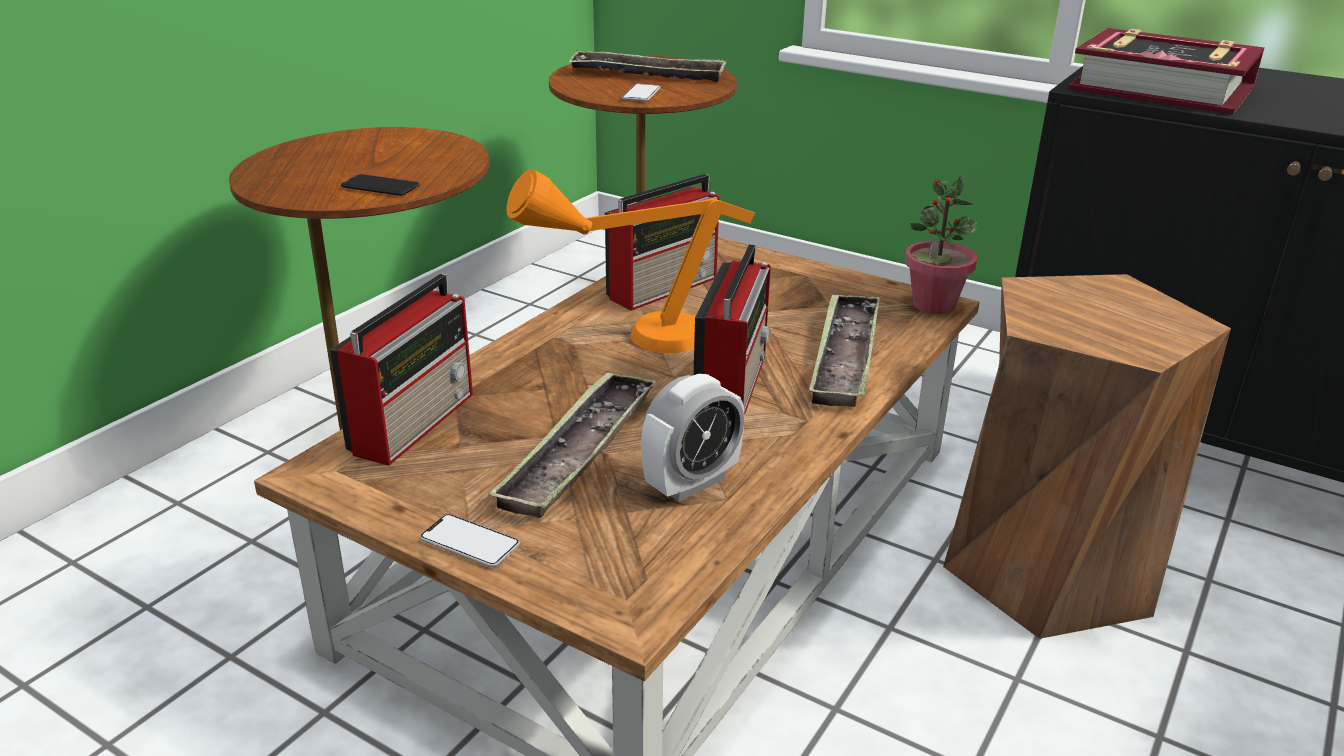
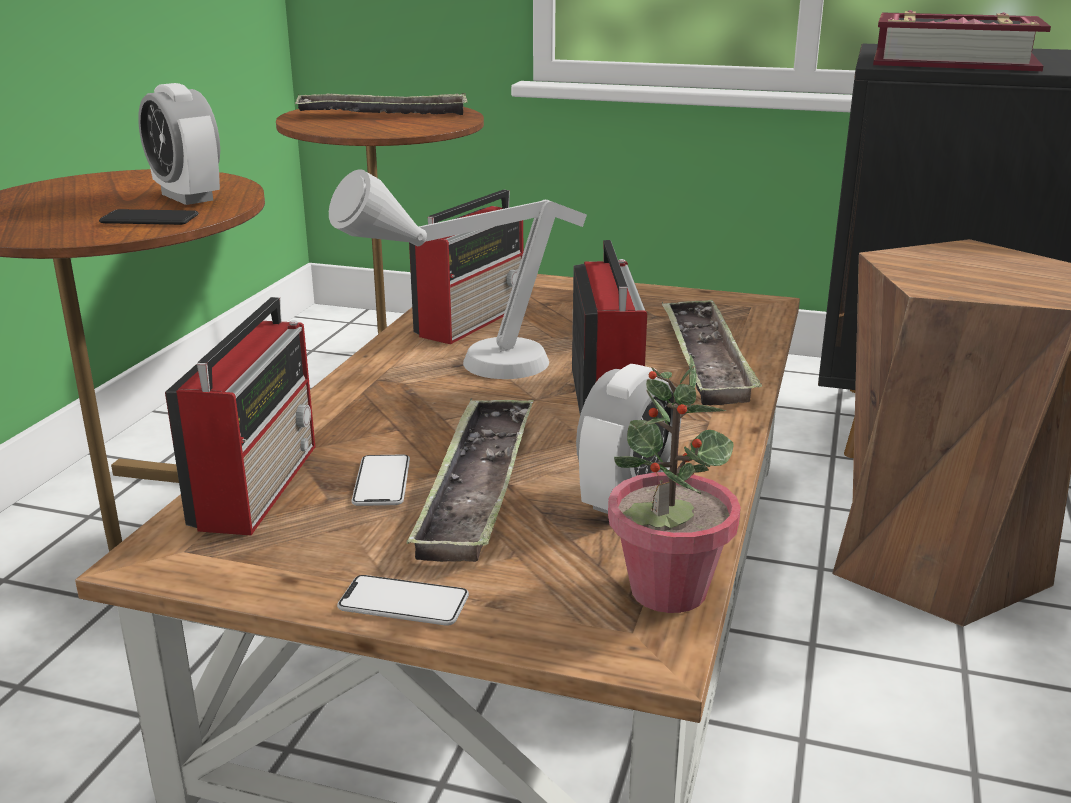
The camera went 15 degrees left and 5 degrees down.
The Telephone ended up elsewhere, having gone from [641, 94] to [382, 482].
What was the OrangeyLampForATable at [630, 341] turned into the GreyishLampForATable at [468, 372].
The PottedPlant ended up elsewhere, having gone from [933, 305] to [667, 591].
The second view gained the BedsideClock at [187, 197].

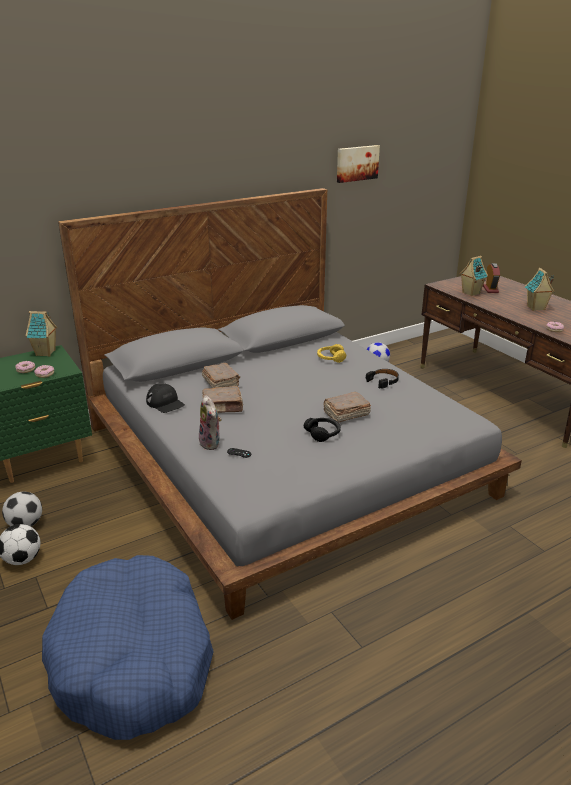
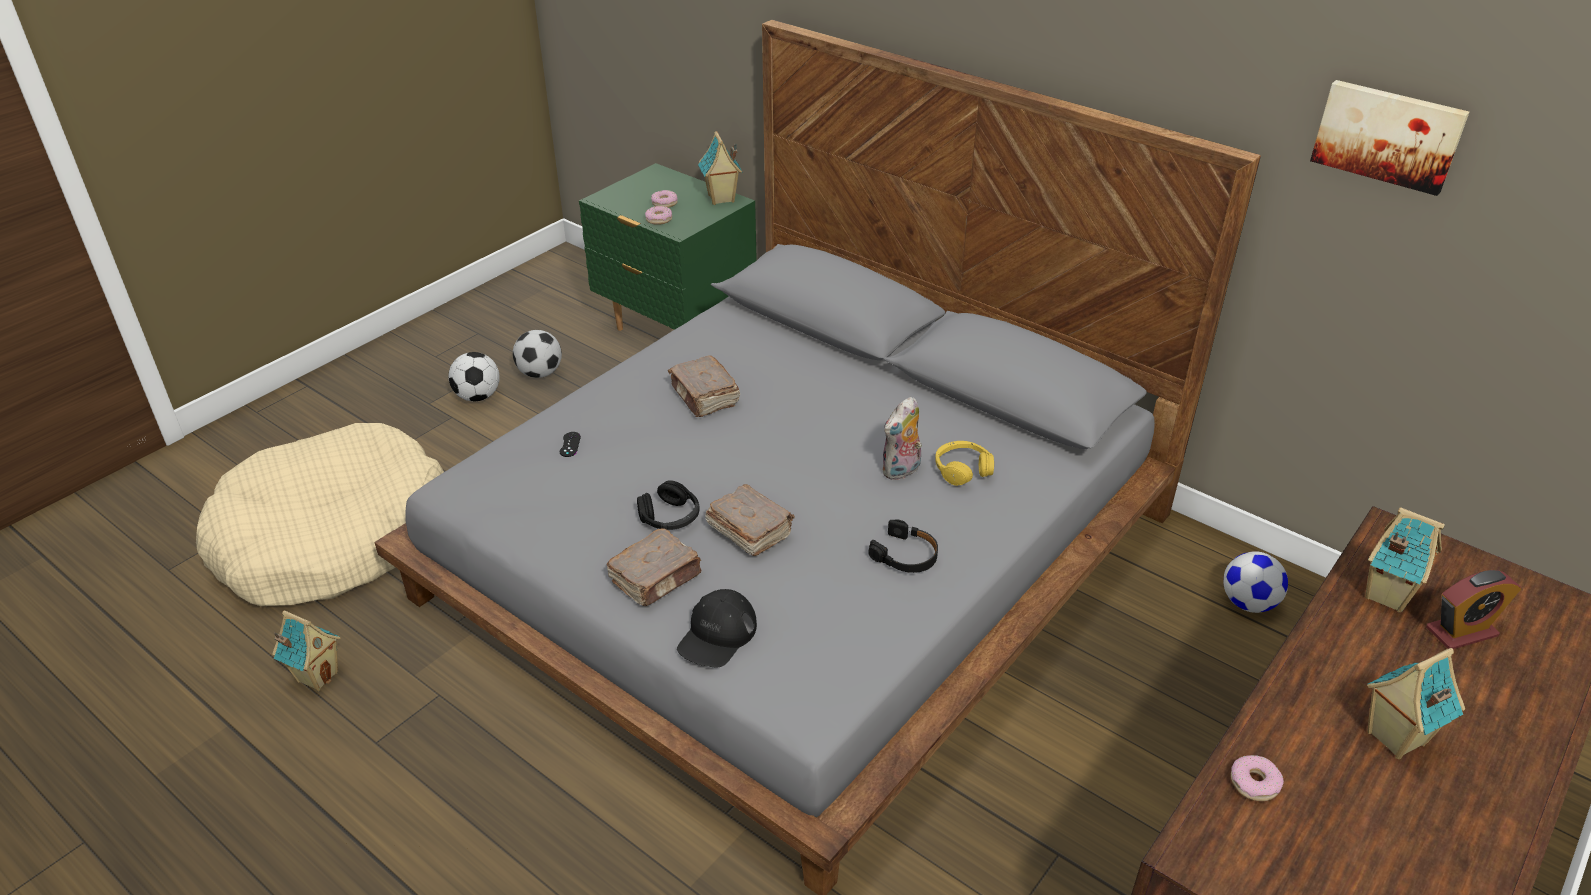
The camera went 70 degrees right and 10 degrees up.
The BrownishBoundBook ended up elsewhere, having gone from [221, 383] to [656, 578].
The BlackColouredPeakedCap ended up elsewhere, having gone from [165, 403] to [717, 635].
The SoftToy ended up elsewhere, having gone from [211, 443] to [901, 471].
What was the BlueColouredPetBed at [133, 659] turned into the SandColouredPetBed at [333, 537].
The second view gained the ModelHouse at [317, 676].

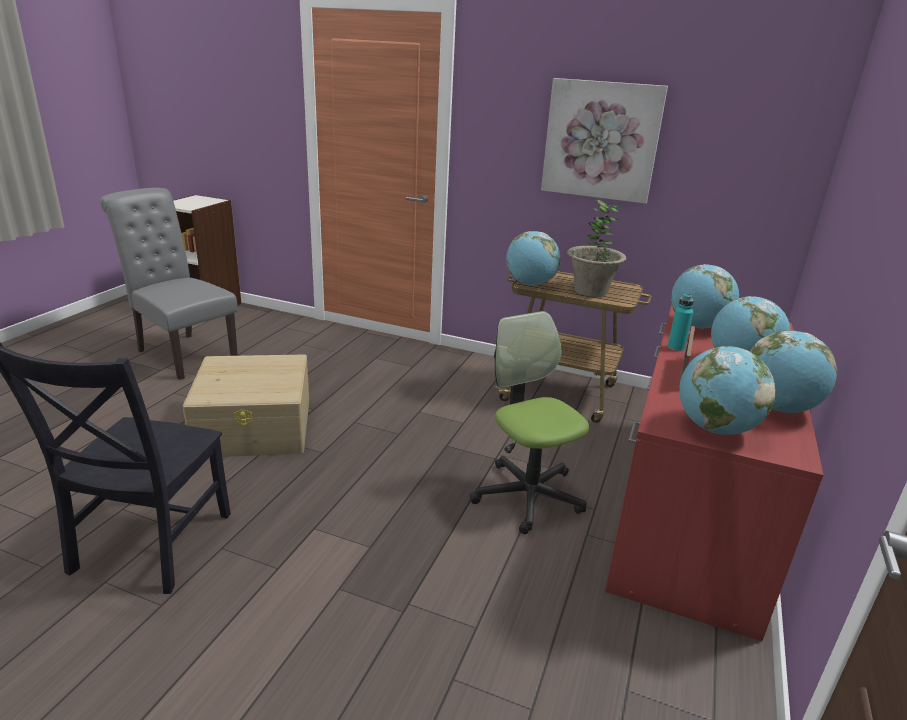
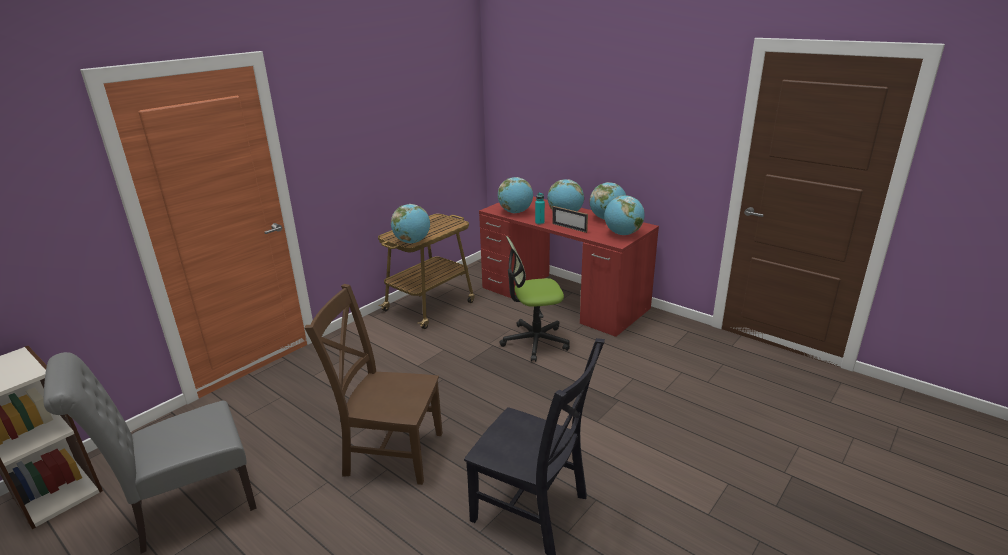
The camera went 70 degrees left and 0 degrees up.
The second view lost the WallArt at [601, 140].
The second view lost the PottedPlant at [590, 291].
Where the SandColouredStorageContainer stood at [255, 426], the BrownishPlainChair came to stand at [390, 452].

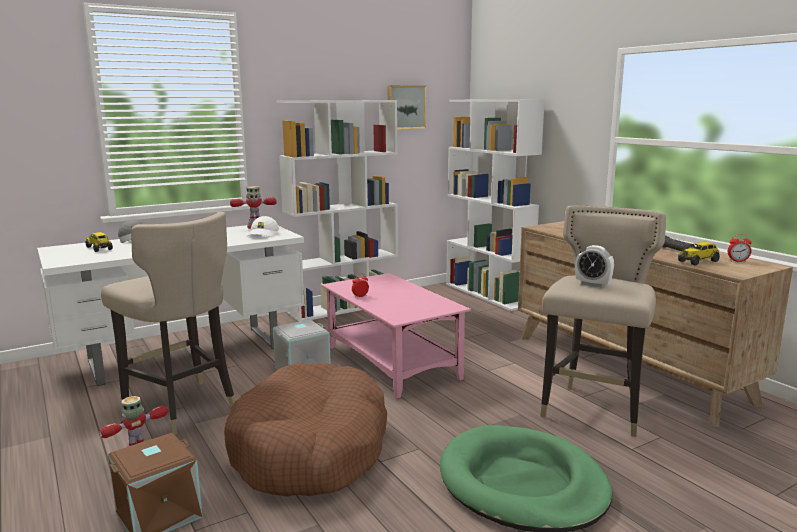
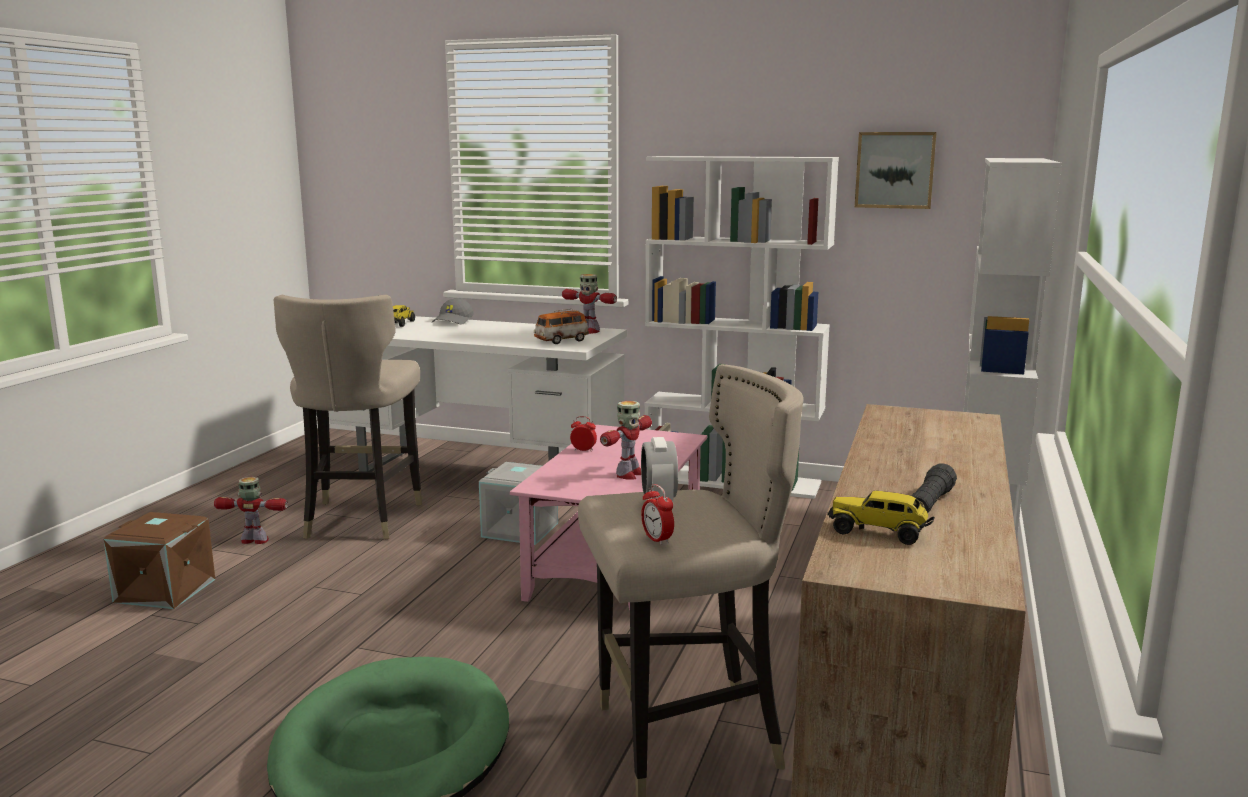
The camera went 50 degrees right and 0 degrees up.
Where the WhitishPeakedCap stood at [263, 234], the ModelCar came to stand at [561, 341].
The BedsideClock ended up elsewhere, having gone from [737, 261] to [657, 540].
The second view lost the BrownishPetBed at [310, 449].
The second view gained the RobotFigure at [629, 474].

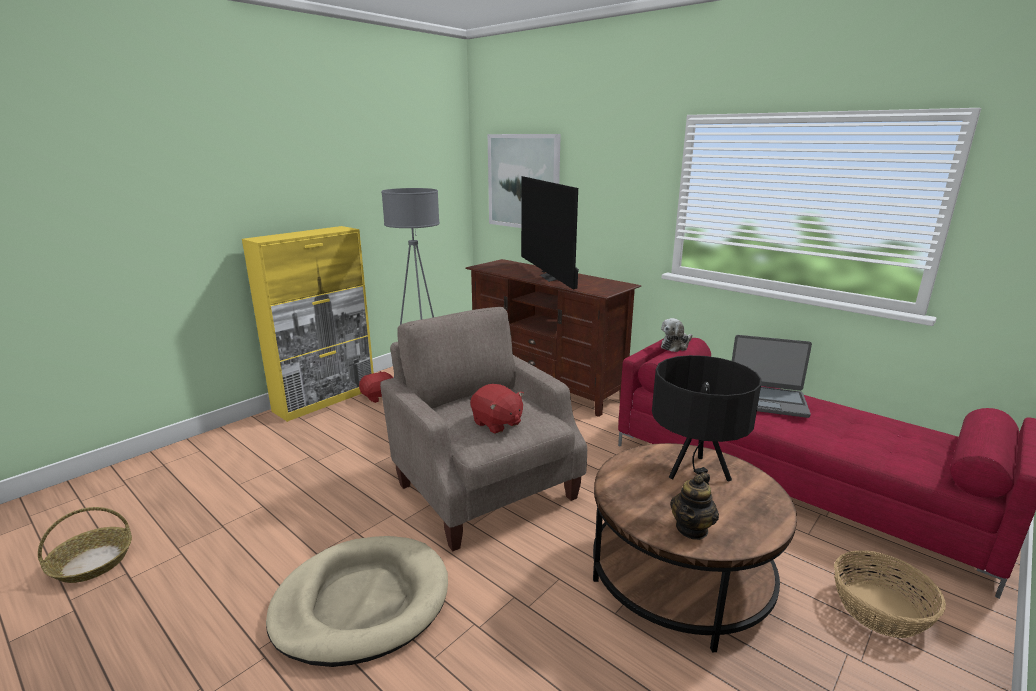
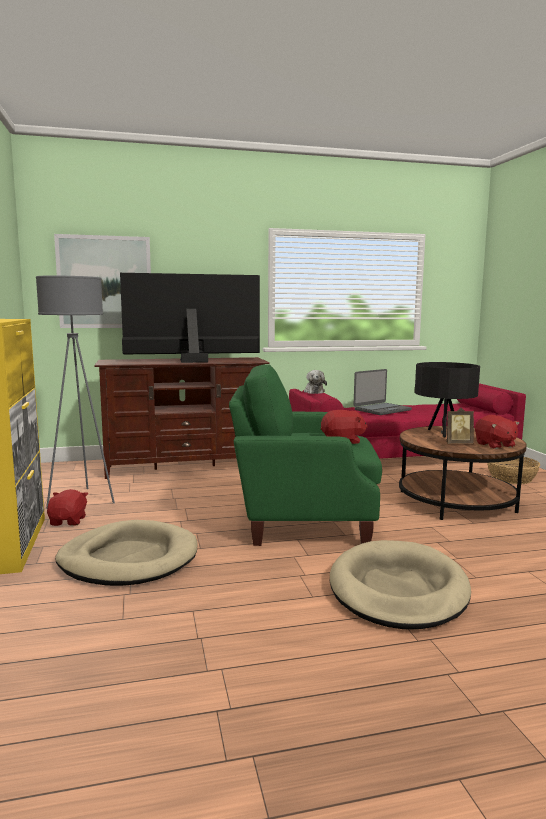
The camera went 55 degrees left and 10 degrees down.
The Tv at [553, 277] ended up facing another way, 150 degrees clockwise from before.
What was the SandColouredLoungeChair at [484, 488] turned into the GreenishLoungeChair at [303, 520].
Where the TeaPot stood at [692, 529], the ReddishSoftToy came to stand at [495, 445].
The second view lost the HouseholdBasket at [93, 562].
The second view gained the PictureFrame at [458, 443].
The second view gained the SandColouredPetBed at [129, 559].

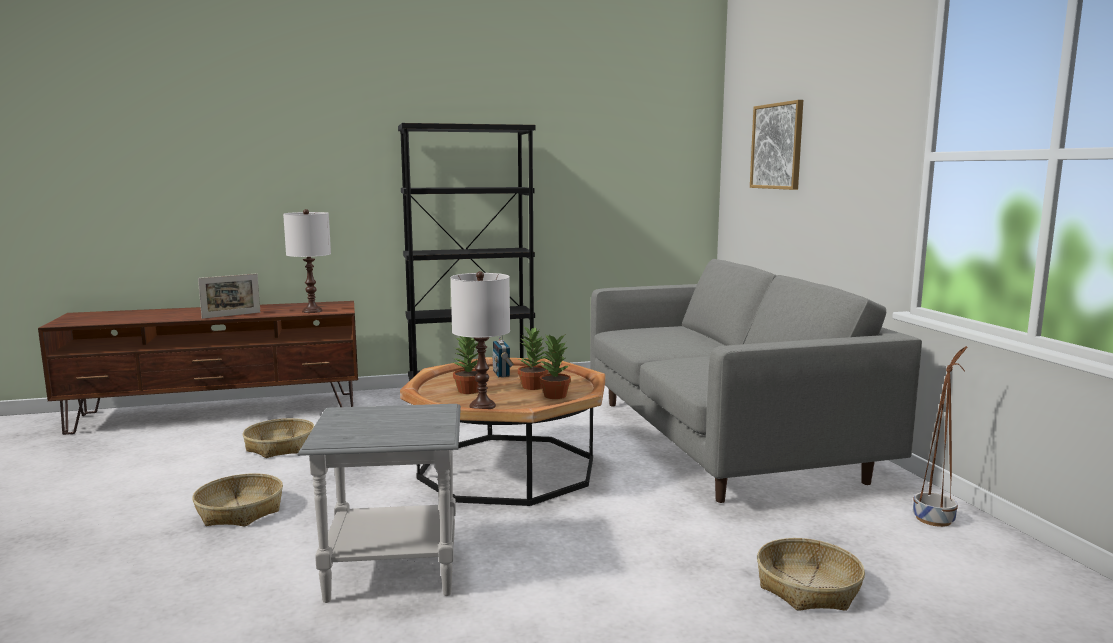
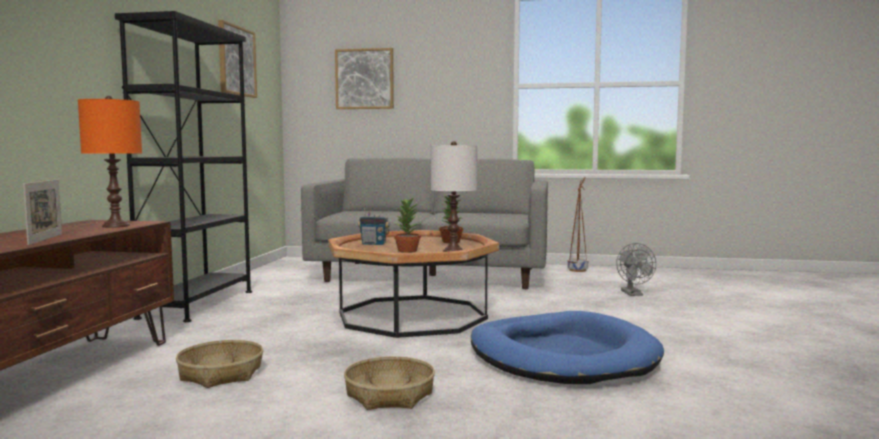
The camera went 65 degrees left and 5 degrees down.
What was the WhitishLampForATable at [312, 311] turned into the OrangeyLampForATable at [115, 226].
The second view lost the PottedPlant at [532, 386].
Where the GreyishAccentTable stood at [394, 571], the BlueColouredPetBed came to stand at [561, 356].
Where the HouseholdBasket stood at [808, 588], the GreyishCoolingFan came to stand at [633, 294].
The second view gained the WallArt at [236, 61].

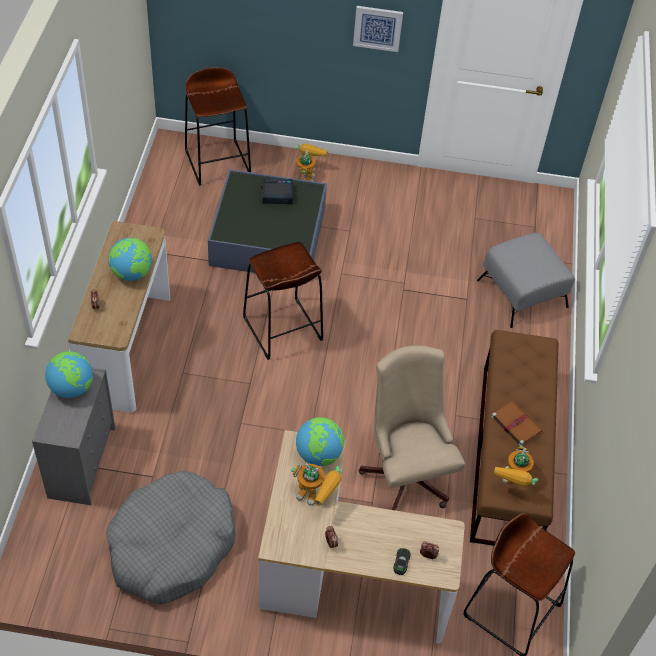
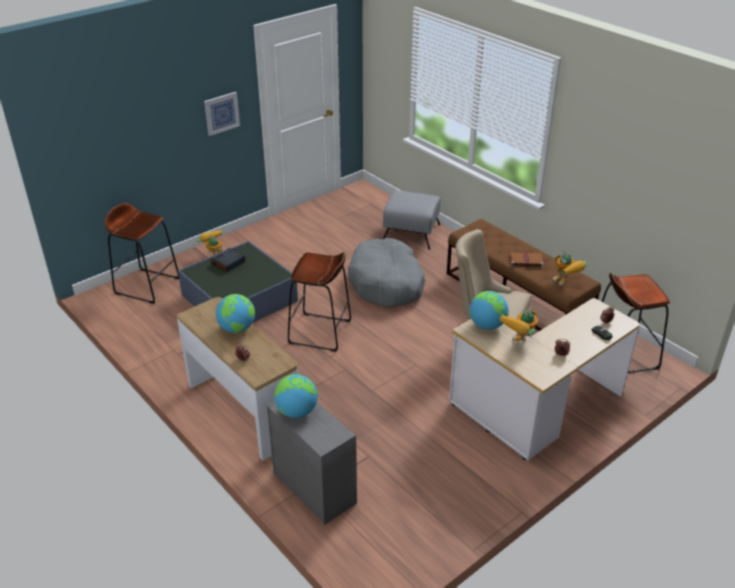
The camera went 45 degrees left and 15 degrees down.
The RobotFigure at [316, 497] ended up facing another way, 150 degrees clockwise from before.
The GreyishPetBed ended up elsewhere, having gone from [171, 545] to [386, 283].

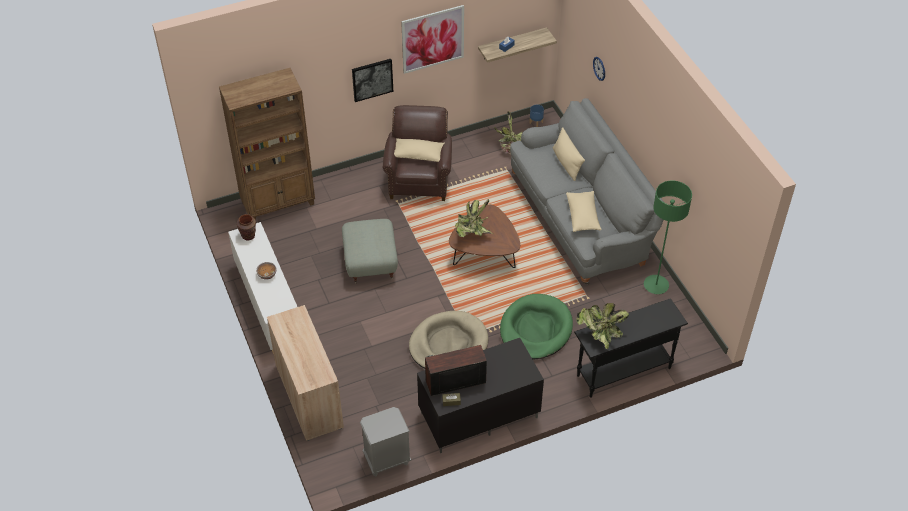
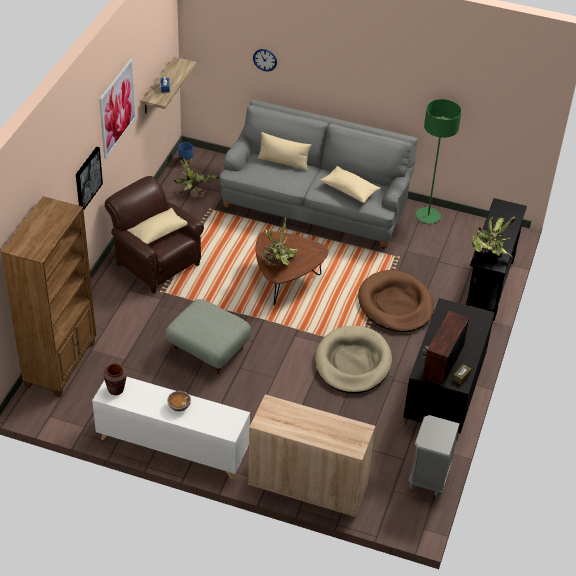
The camera went 50 degrees left and 5 degrees down.
What was the GreenishPetBed at [535, 329] turned into the BrownishPetBed at [395, 305].

